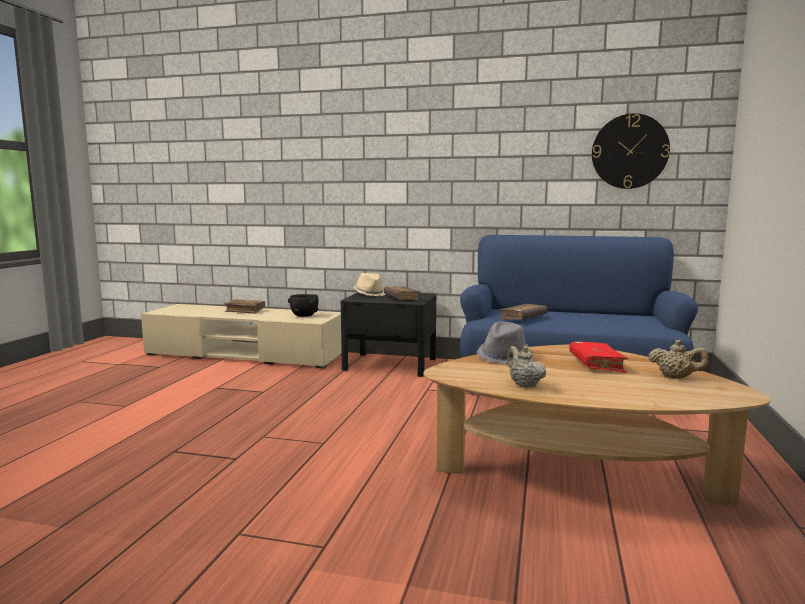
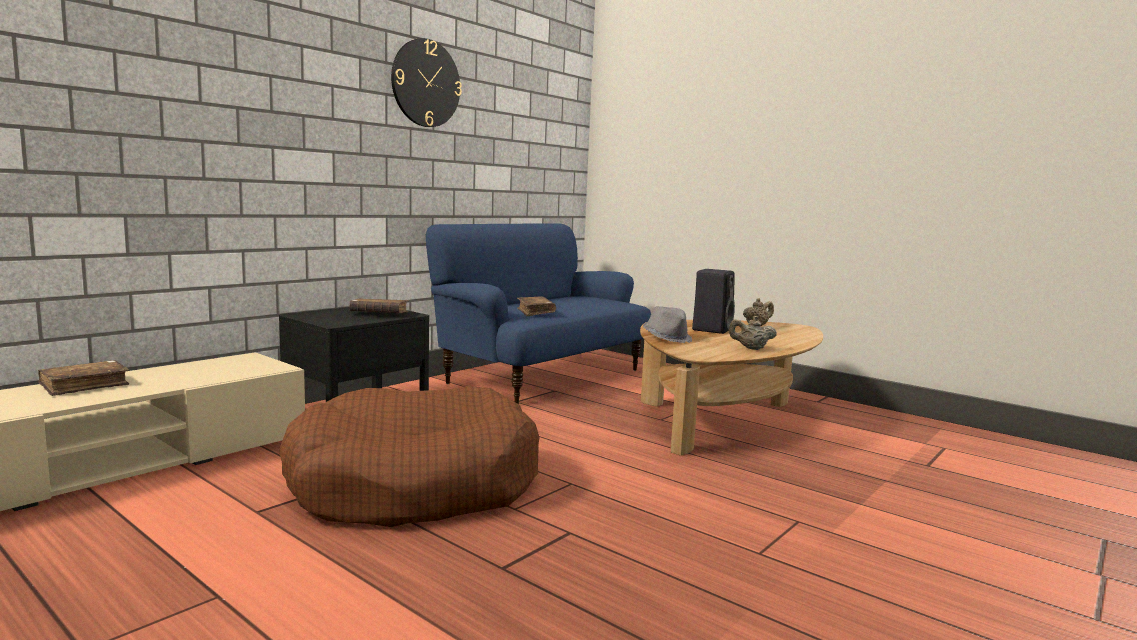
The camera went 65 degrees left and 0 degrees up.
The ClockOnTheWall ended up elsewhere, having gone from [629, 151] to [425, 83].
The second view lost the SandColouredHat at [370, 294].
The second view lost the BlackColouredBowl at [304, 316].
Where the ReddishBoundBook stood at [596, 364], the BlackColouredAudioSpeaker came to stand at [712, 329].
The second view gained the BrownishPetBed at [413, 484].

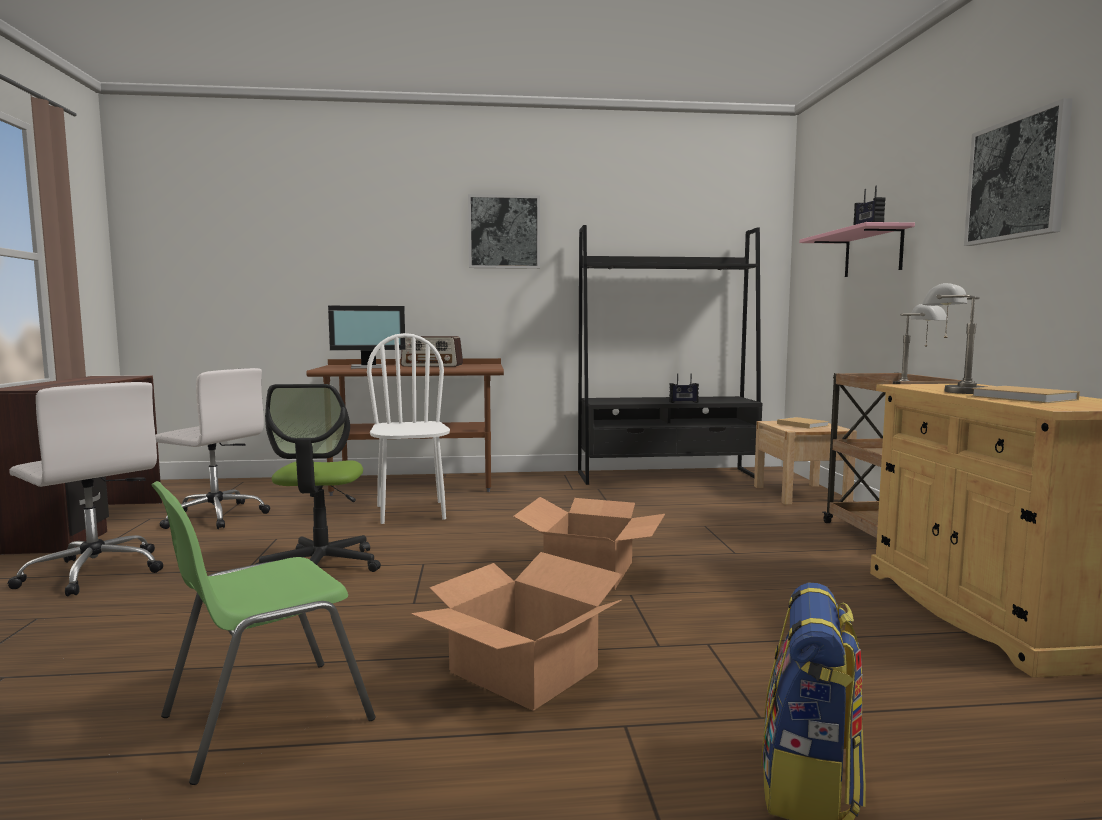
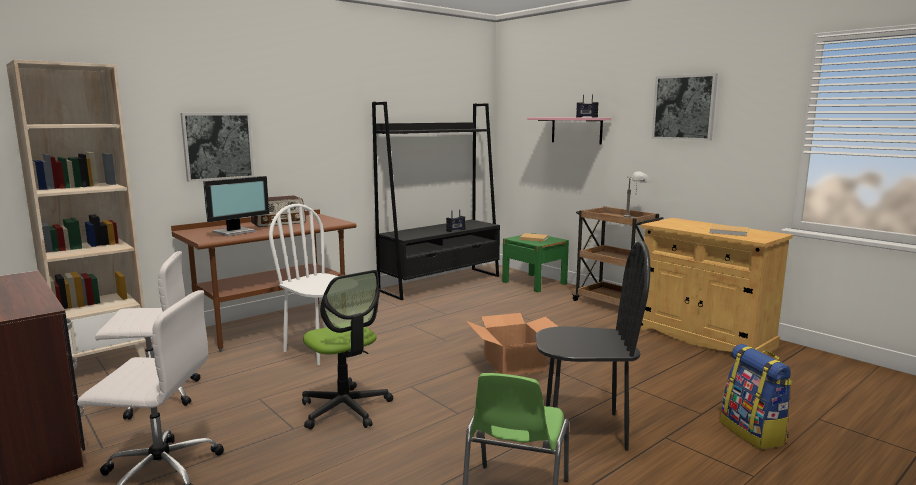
The camera went 35 degrees left and 5 degrees up.
The WallArt ended up elsewhere, having gone from [504, 232] to [218, 146].
The second view lost the GreyishLampForATable at [950, 391].
What was the SandColouredNightstand at [801, 494] turned into the GreenishNightstand at [534, 283].
Where the Carton stood at [523, 671], the BlackColouredPlainChair came to stand at [584, 429].
The second view gained the SandColouredBookshelf at [102, 363].

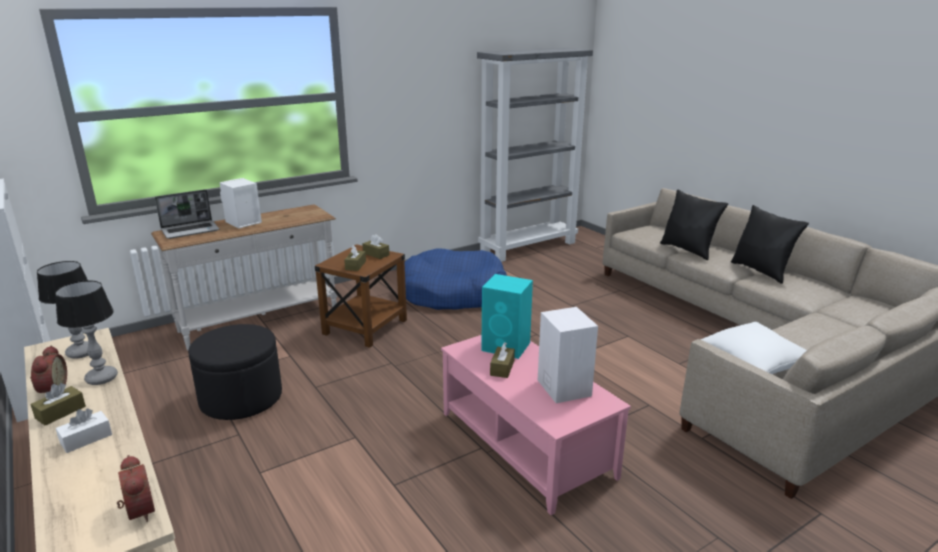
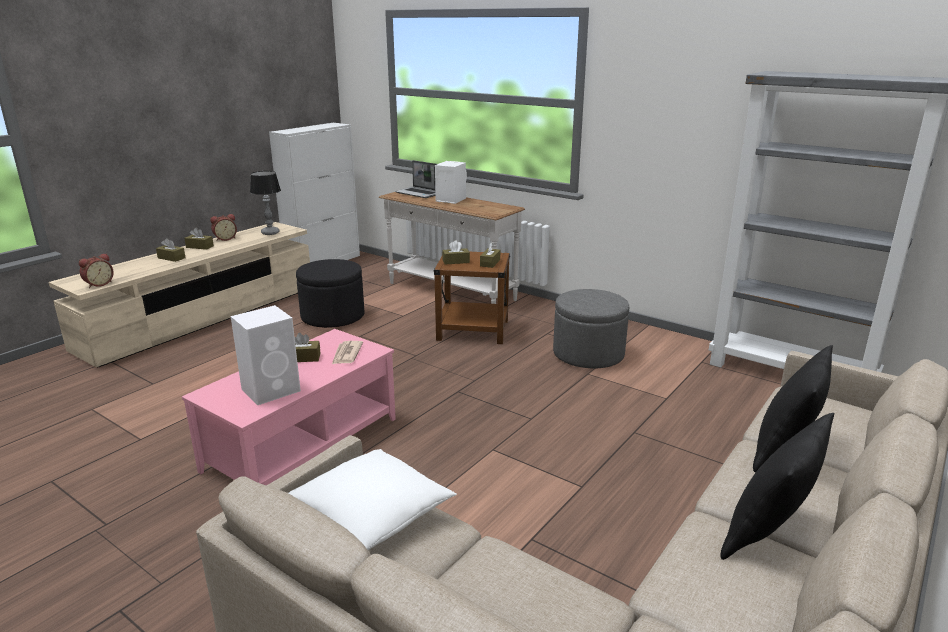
The camera went 70 degrees right and 0 degrees up.
Where the BlueColouredPetBed stood at [453, 293], the GreyishOttoman came to stand at [588, 354].
Where the TurquoiseColouredAudioSpeaker stood at [507, 347], the Newspaper came to stand at [346, 354].
The second view lost the LampForATable at [102, 378].
What was the WhitishTissueHolder at [86, 439] turned into the BrownishTissueHolder at [171, 258].

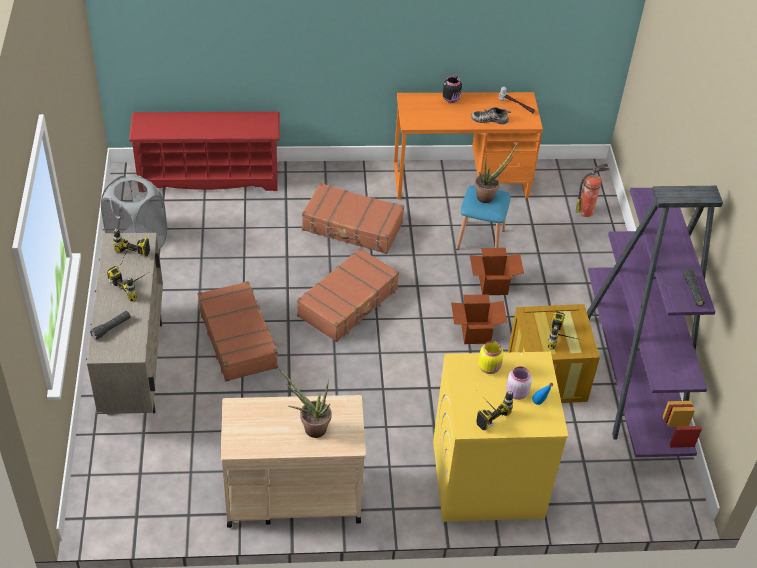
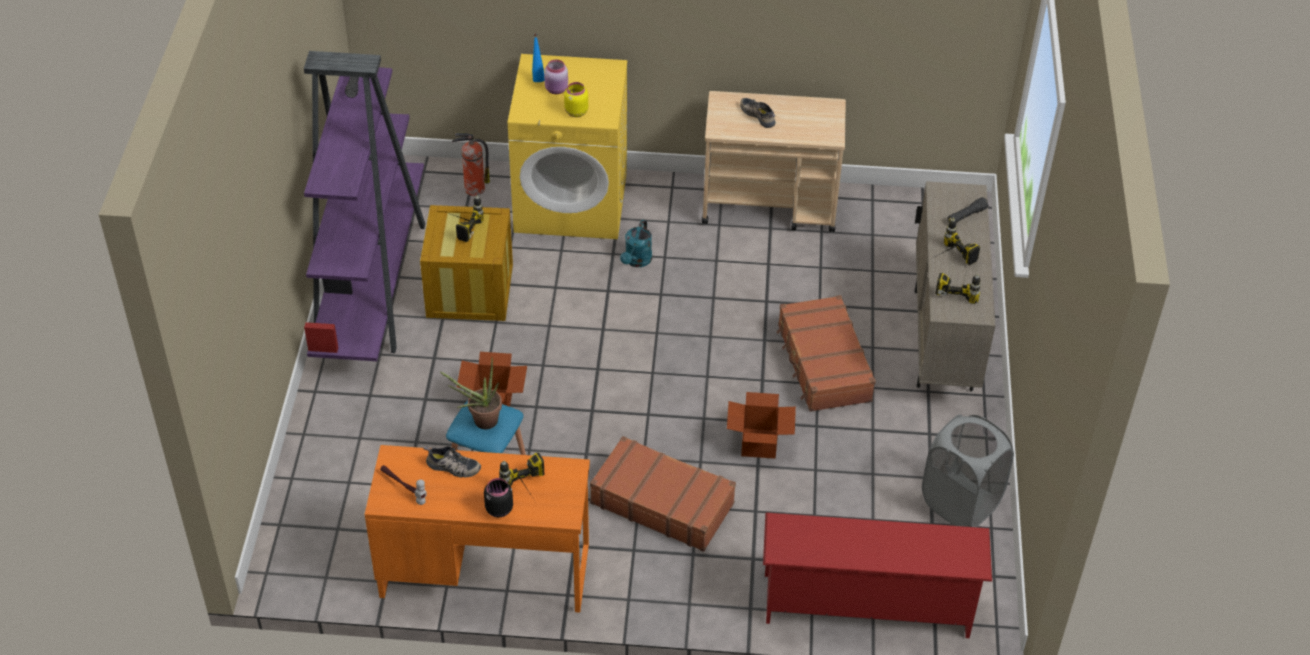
The camera went 170 degrees left and 0 degrees up.
The FireFightingCylinder ended up elsewhere, having gone from [586, 211] to [473, 189].
The second view lost the BrownishSuitcase at [348, 303].
The Carton ended up elsewhere, having gone from [476, 333] to [758, 443].
Where the PottedPlant stood at [310, 427], the LowShoe came to stand at [759, 115].
The Drill ended up elsewhere, having gone from [485, 410] to [528, 492].
The second view gained the TurquoiseColouredWateringCan at [636, 261].

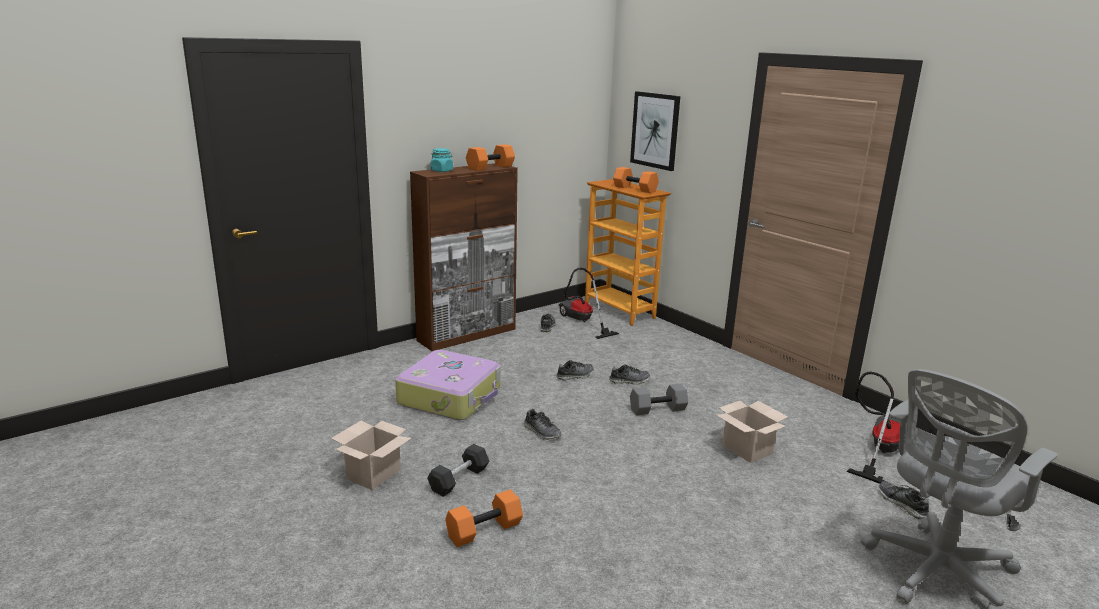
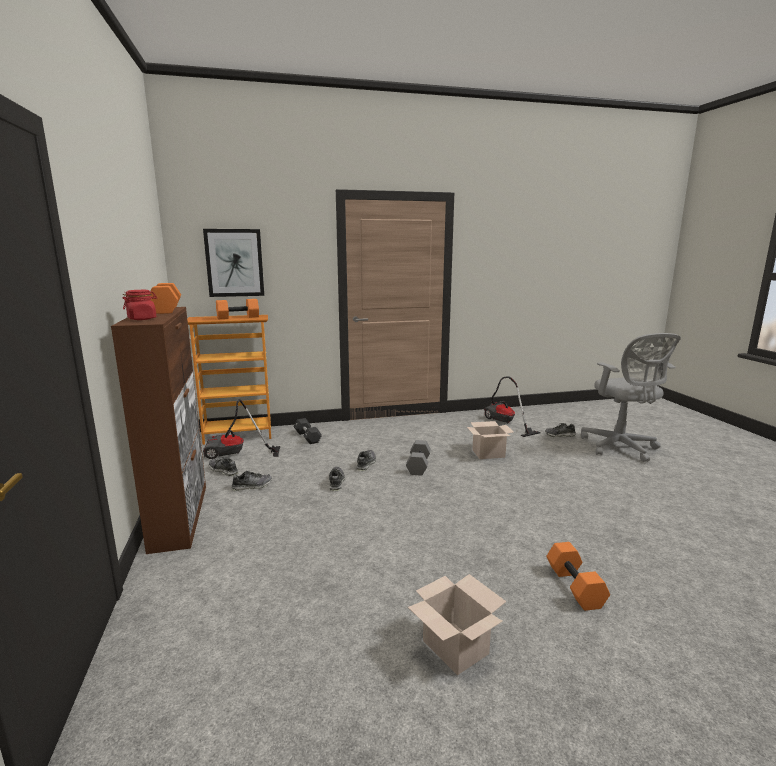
The camera went 65 degrees left and 5 degrees down.
What was the TurquoiseColouredJar at [442, 171] turned into the ReddishJar at [142, 319].
The second view lost the Suitcase at [451, 397].
The LowShoe ended up elsewhere, having gone from [542, 432] to [252, 486].
The BlackColouredDumbbell ended up elsewhere, having gone from [459, 479] to [307, 437].

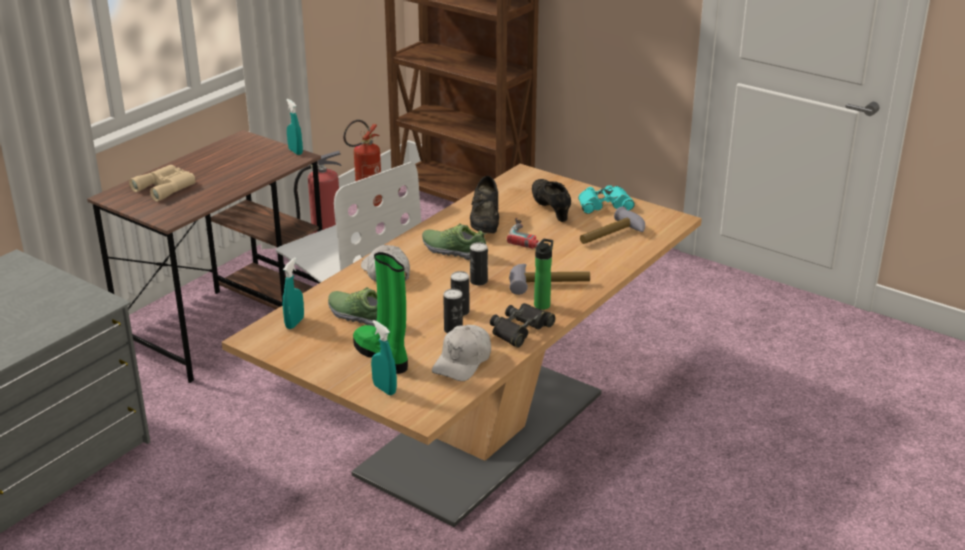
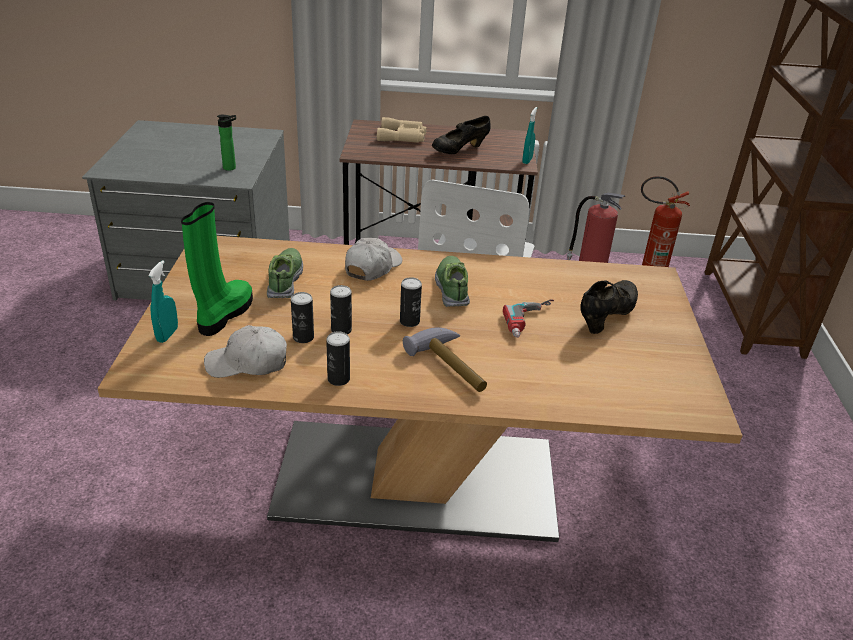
The camera went 55 degrees right and 5 degrees up.
The BlackColouredLowShoe ended up elsewhere, having gone from [485, 224] to [460, 150].
The second view lost the TurquoiseColouredBinoculars at [604, 205].
The second view lost the ToolHammer at [612, 236].
The Bottle ended up elsewhere, having gone from [543, 304] to [231, 168].
The second view lost the TurquoiseColouredHandSprayer at [294, 323].
Where the BlackColouredBinoculars stood at [520, 330], the Can came to stand at [338, 379].

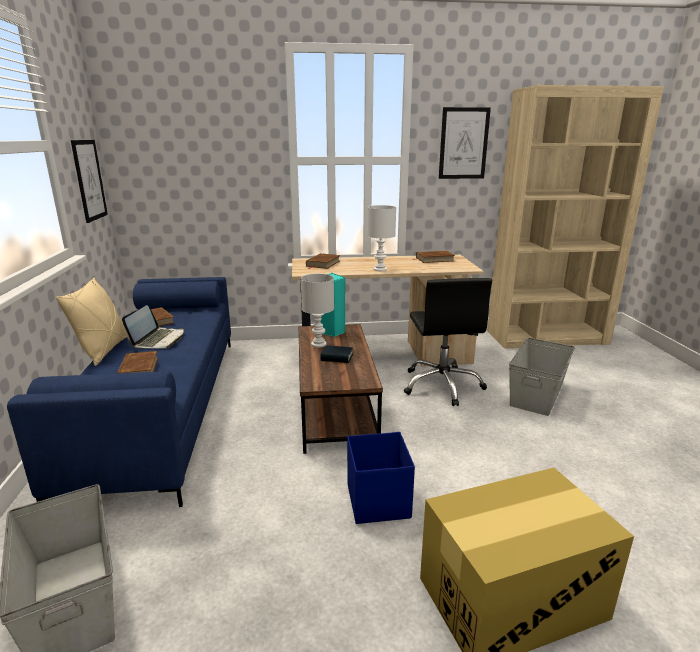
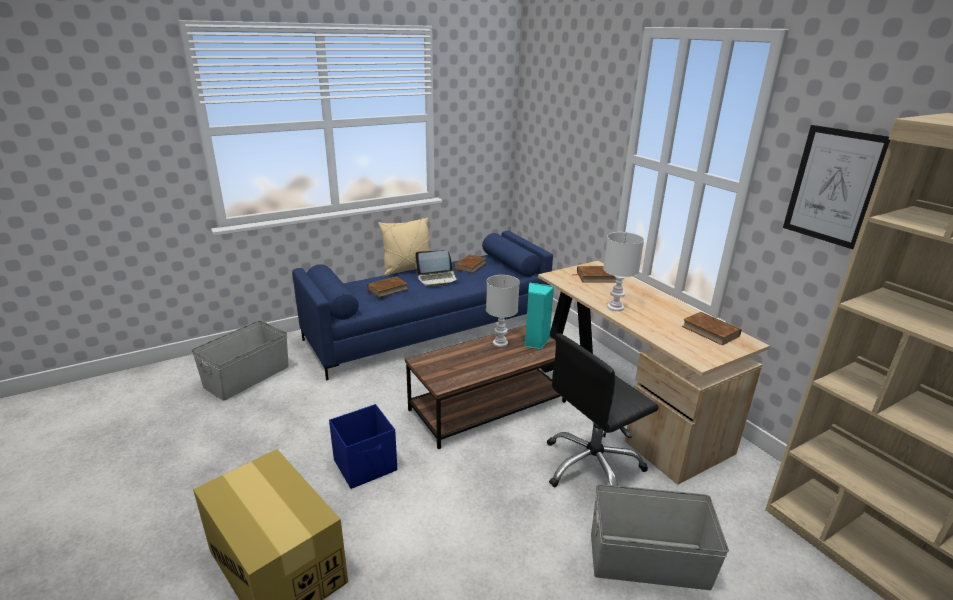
The camera went 65 degrees right and 5 degrees up.
The second view lost the WallArt at [89, 180].
The second view lost the BoundBook at [337, 357].

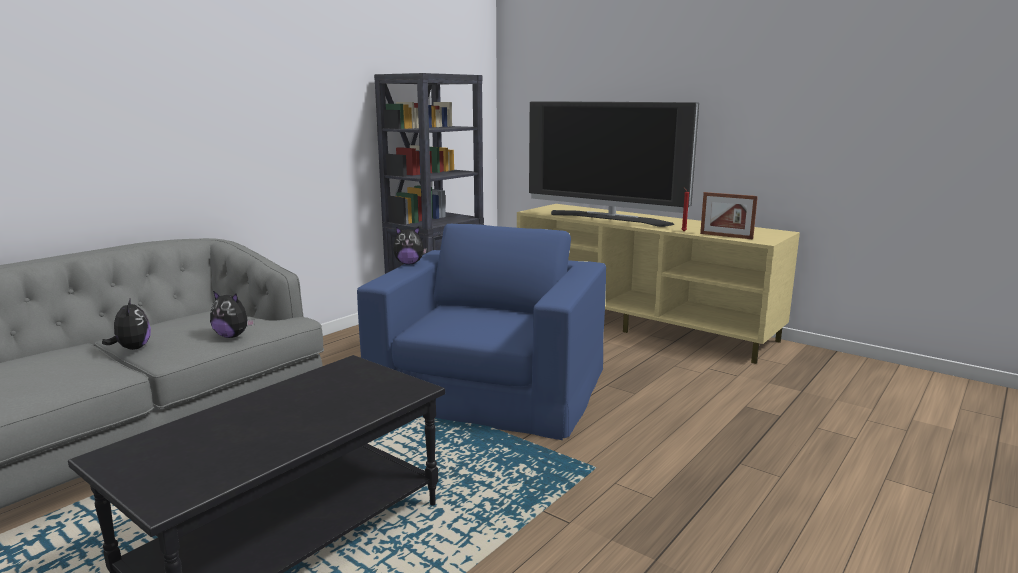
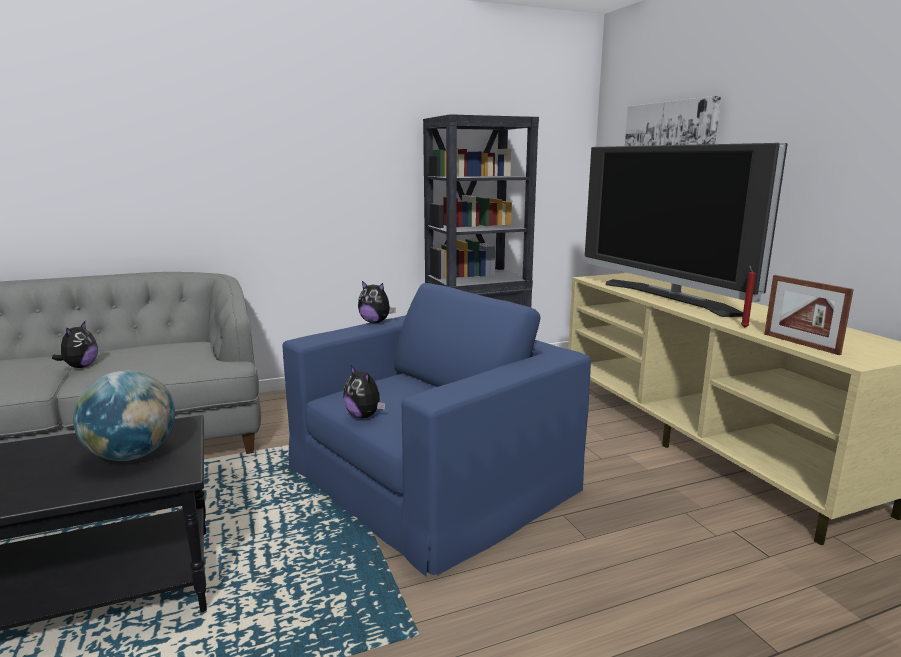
The camera went 30 degrees right and 0 degrees up.
The SoftToy ended up elsewhere, having gone from [232, 336] to [364, 416].
The second view gained the WallArt at [670, 124].
The second view gained the DeskGlobe at [132, 455].

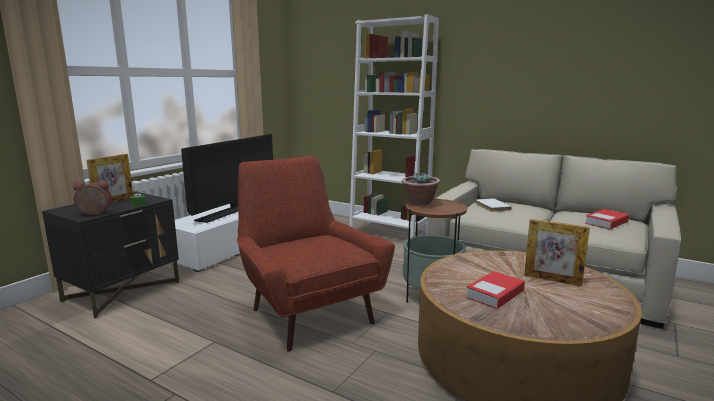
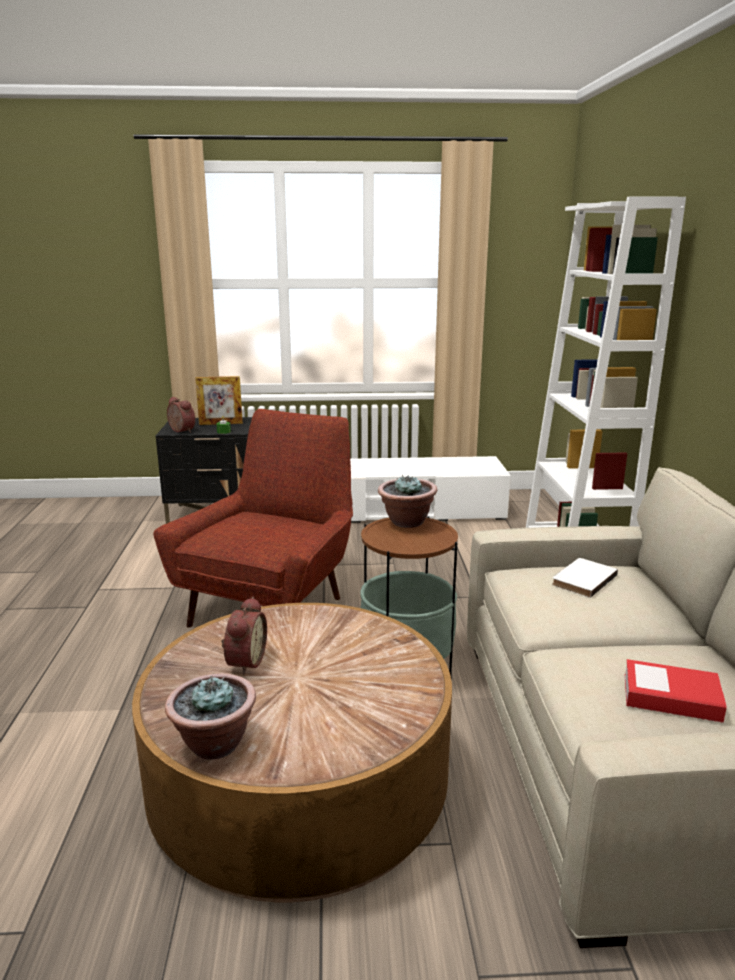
The camera went 55 degrees right and 5 degrees up.
The second view lost the Tv at [236, 209].
The second view lost the PictureFrame at [552, 280].
Where the BoundBook stood at [495, 294], the BedsideClock came to stand at [244, 662].
The second view gained the PottedPlant at [214, 743].

